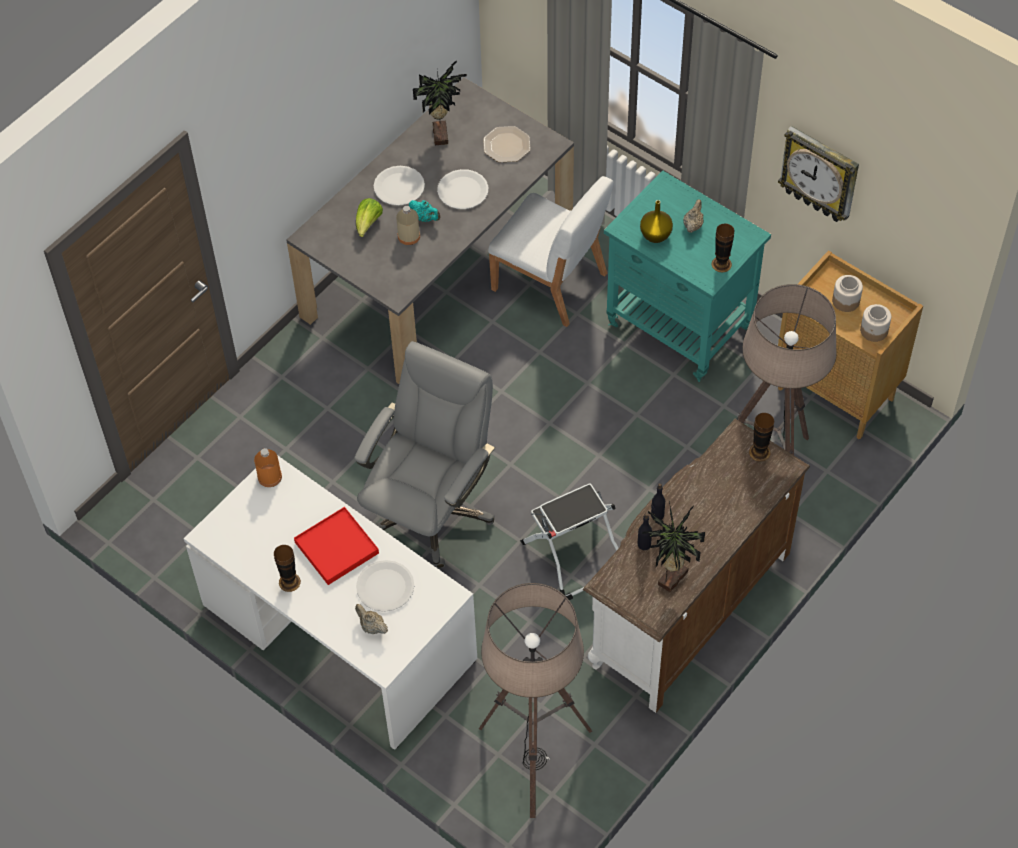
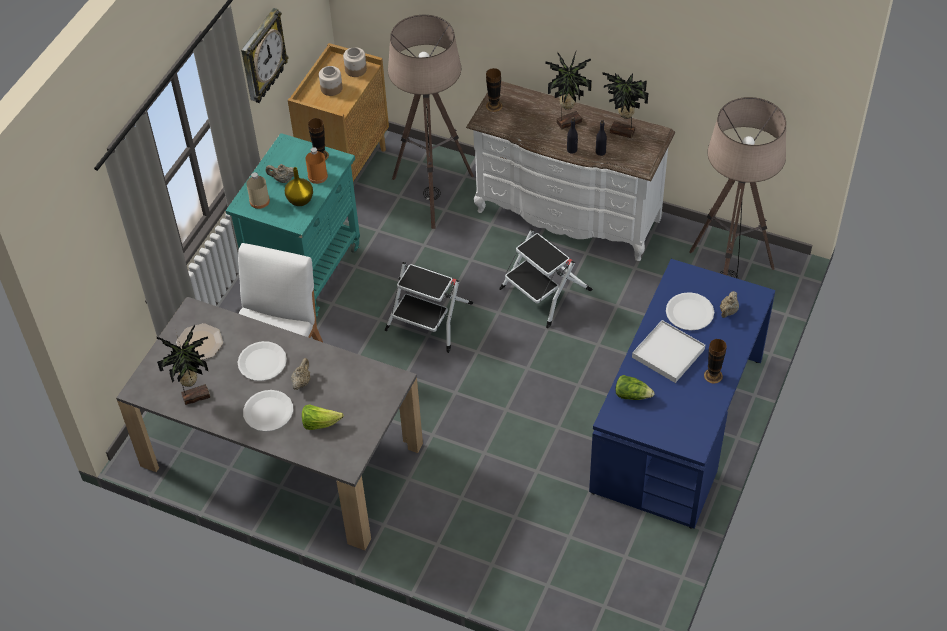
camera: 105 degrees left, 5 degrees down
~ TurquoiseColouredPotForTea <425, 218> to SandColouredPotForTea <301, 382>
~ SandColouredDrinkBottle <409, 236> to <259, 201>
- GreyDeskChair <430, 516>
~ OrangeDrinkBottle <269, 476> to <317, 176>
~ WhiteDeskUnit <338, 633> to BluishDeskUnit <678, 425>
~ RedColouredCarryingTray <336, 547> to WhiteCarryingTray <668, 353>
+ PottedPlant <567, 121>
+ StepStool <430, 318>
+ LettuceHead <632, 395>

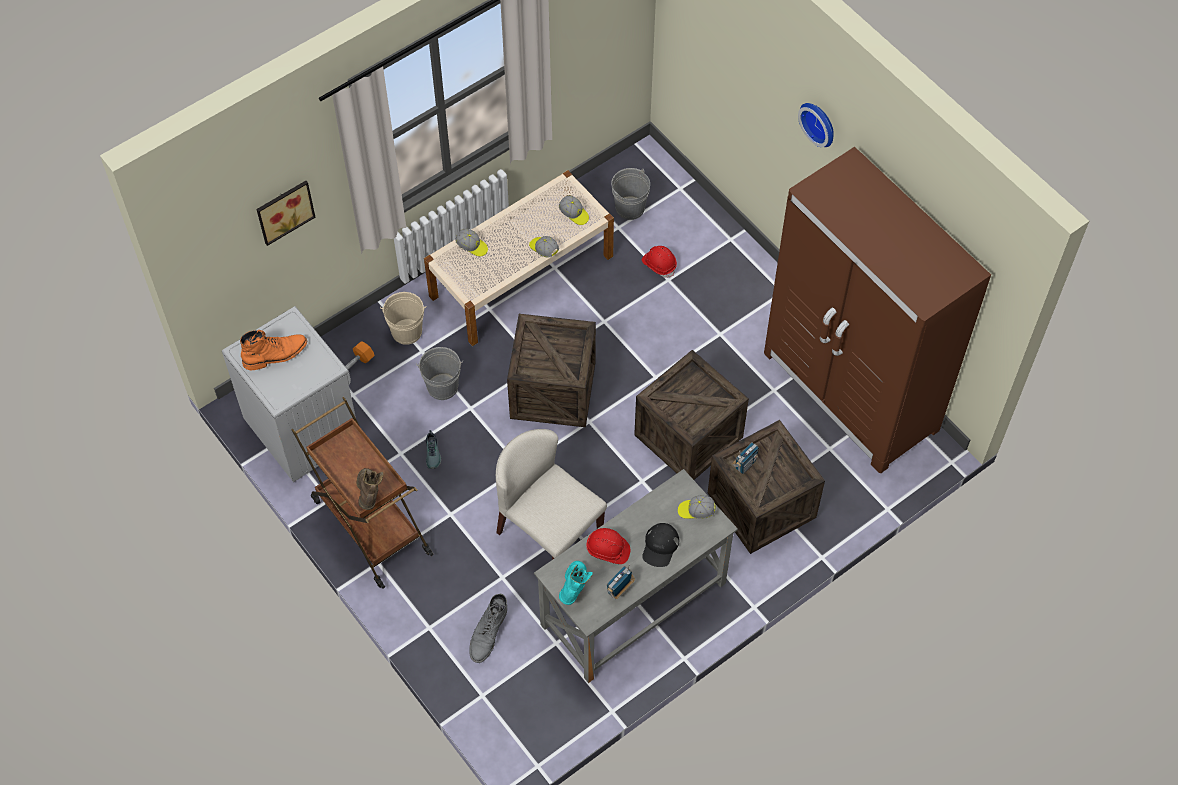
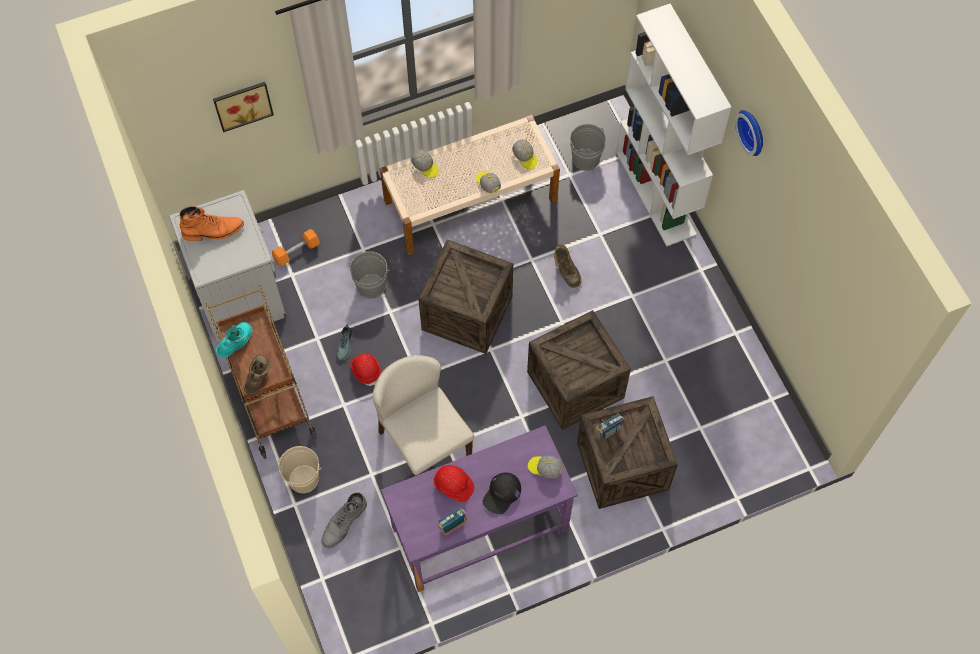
camera: 15 degrees right, 5 degrees up
- BrownStorageCabinet <849, 393>
~ RedColouredWorkHelmet <659, 264> to <366, 370>
~ SandColouredPail <407, 331> to <304, 479>
~ GreyDeskUnit <634, 605> to PurpleColouredDeskUnit <480, 530>
~ TurquoiseColouredBoot <574, 588> to <237, 345>
+ WhiteBookcase <656, 193>
+ BrownBoot <565, 271>

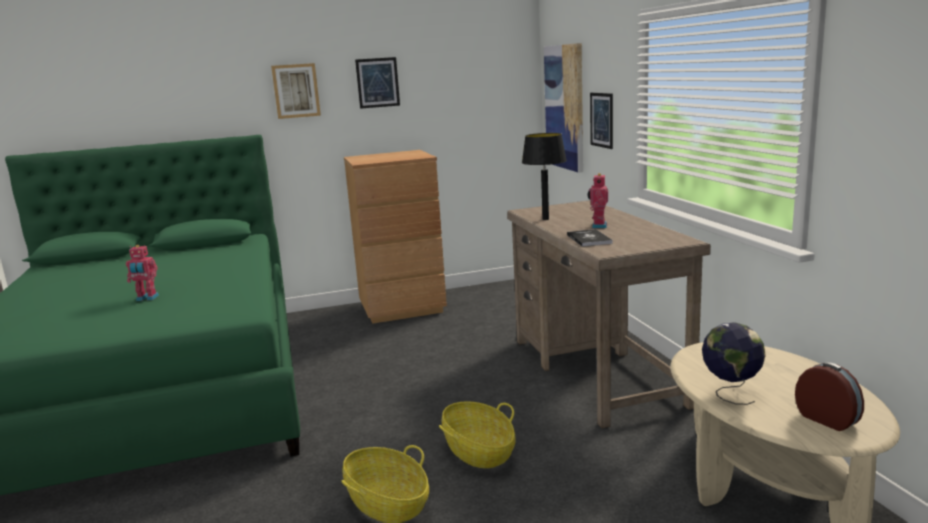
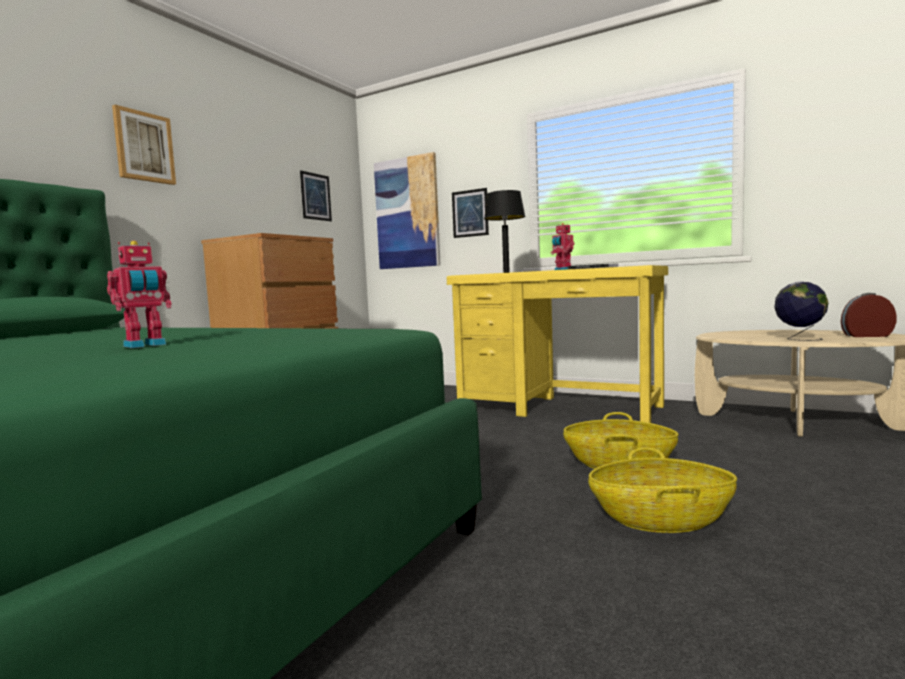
camera: 45 degrees left, 10 degrees down
~ Picture <377, 82> to <315, 196>
~ BrownDeskUnit <597, 371> to YellowColouredDeskUnit <559, 408>

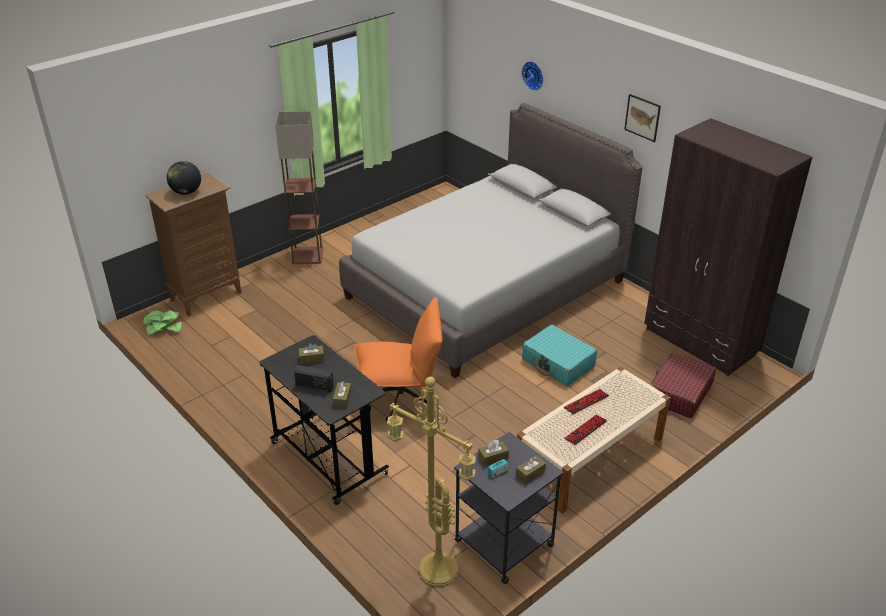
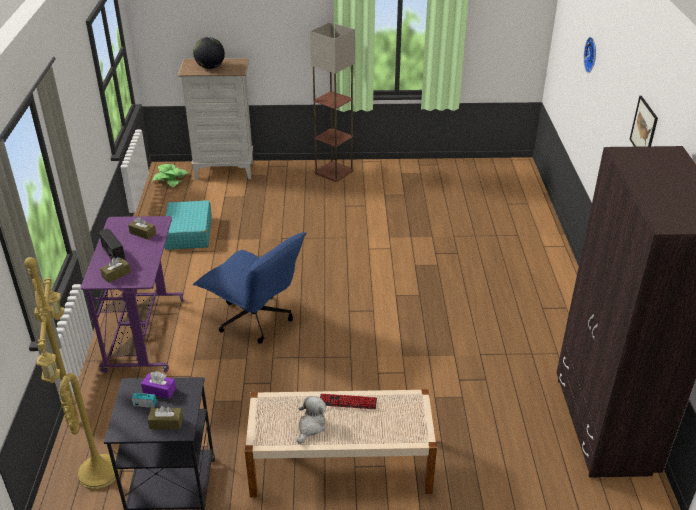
camera: 40 degrees right, 0 degrees up
- GreySleepingBed <486, 289>
~ BrownChestOfDrawers <208, 296> to WhiteChestOfDrawers <225, 171>
~ OrangeDeskChair <399, 398> to BluishDeskChair <253, 318>
~ TurquoiseColouredSuitcase <558, 363> to <188, 233>
~ BlackColouredDeskUnit <328, 458> to PurpleColouredDeskUnit <145, 334>
- RedColouredSuitcase <679, 393>
~ Keyboard <585, 430> to SoftToy <311, 426>
~ BrownBoxOfTissues <493, 457> to PurpleColouredBoxOfTissues <159, 390>

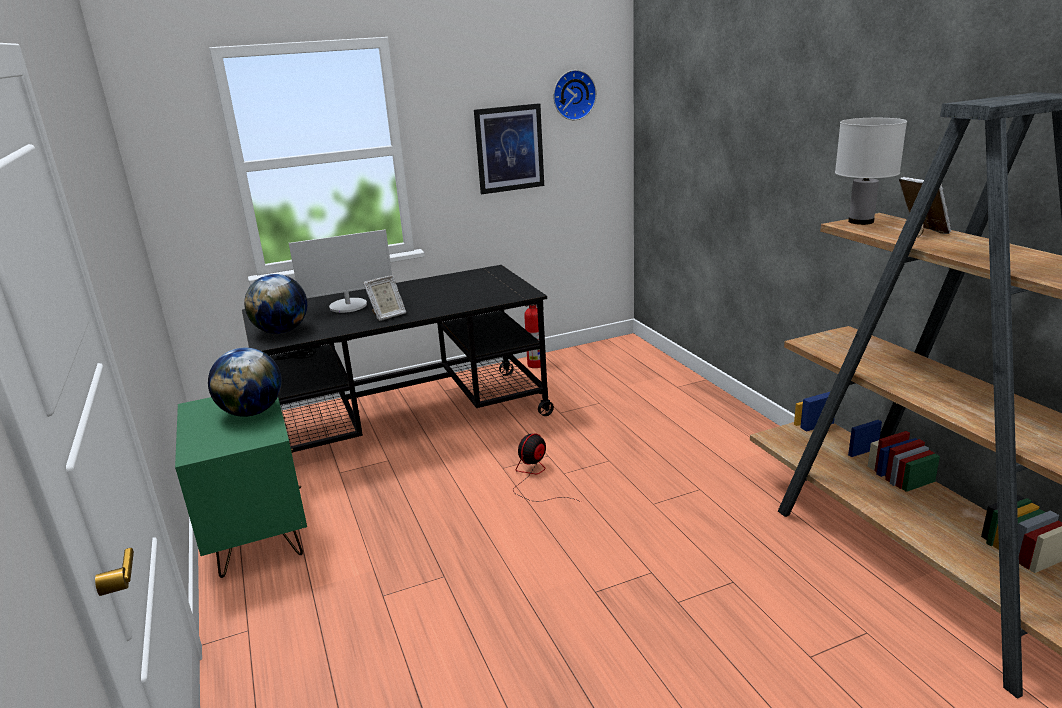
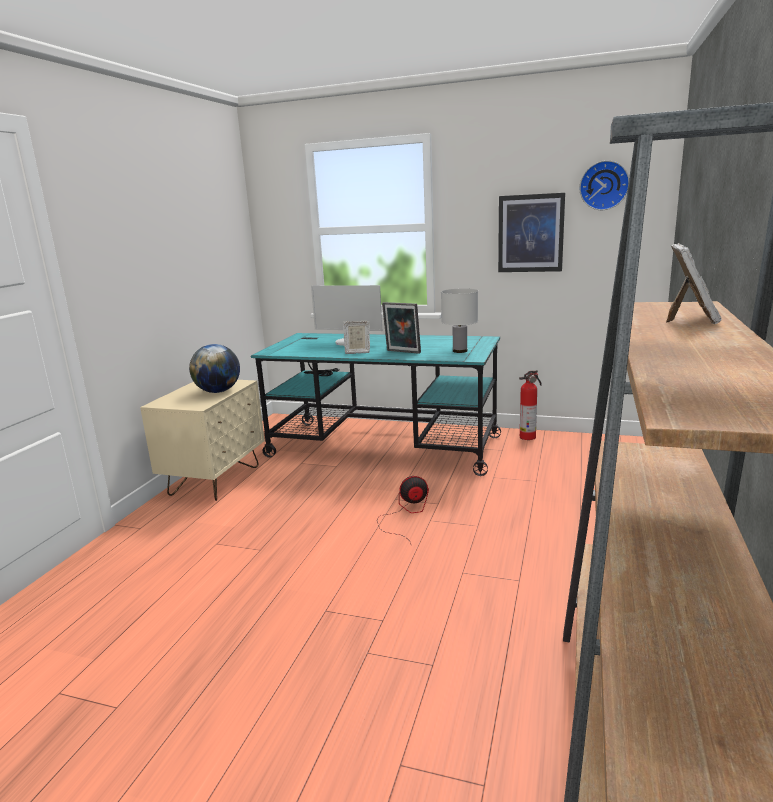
camera: 40 degrees right, 5 degrees down
~ WhiteTableLamp <861, 221> to <460, 351>
~ BlackColouredDeskUnit <408, 421> to TurquoiseColouredDeskUnit <383, 446>
- Globe <282, 331>
~ GreenNightTable <257, 535> to SandColouredNightTable <215, 480>
+ PhotoFrame <402, 352>

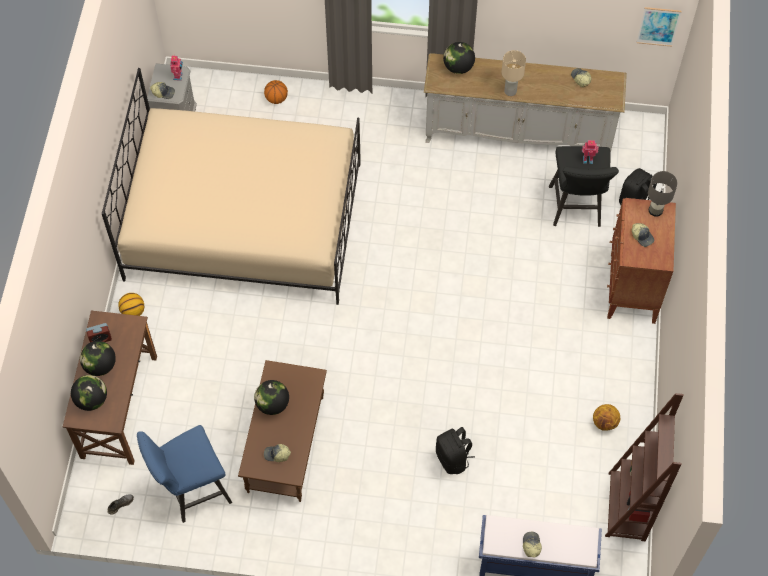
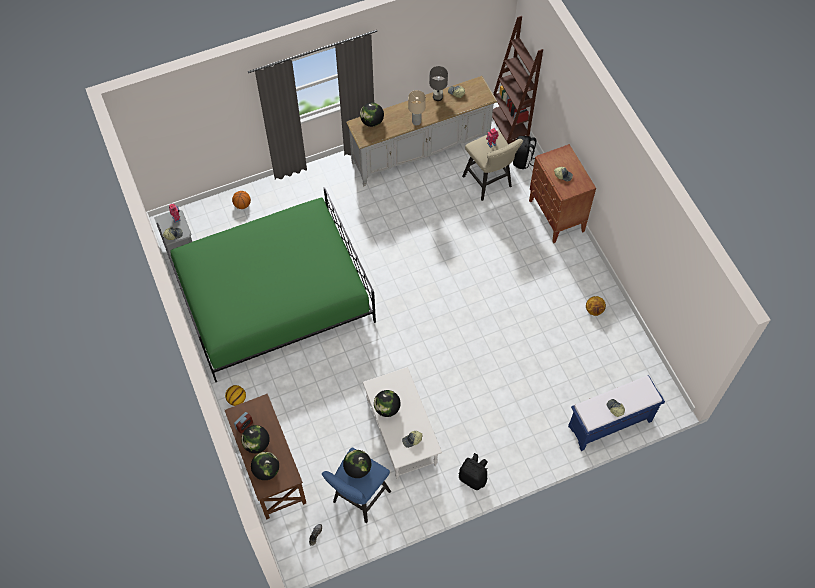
camera: 30 degrees left, 0 degrees up
- Picture <658, 26>
~ SandColouredSleepingBed <243, 220> to GreenSleepingBed <273, 298>
~ BlackColouredStool <576, 210> to SandColouredStool <489, 183>
~ GreyTableLamp <655, 210> to <437, 97>
~ BrownLoungeTable <286, 445> to WhiteLoungeTable <402, 433>
~ BrownBookcase <627, 506> to <508, 125>
~ BlackColouredBackpack <453, 459> to <473, 478>
+ Globe <357, 468>

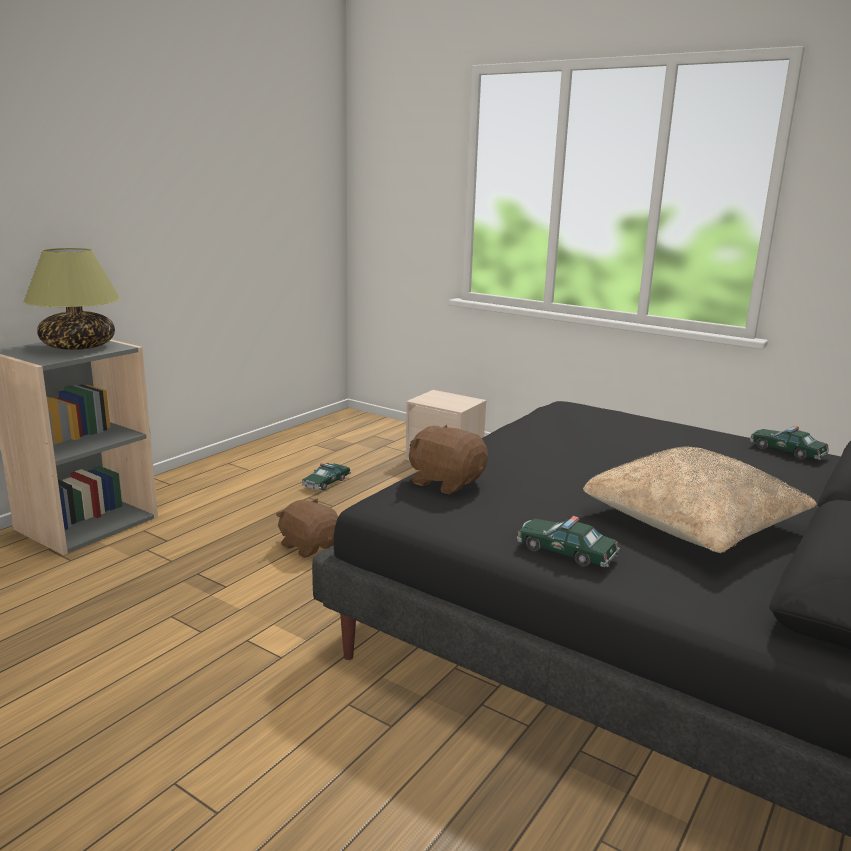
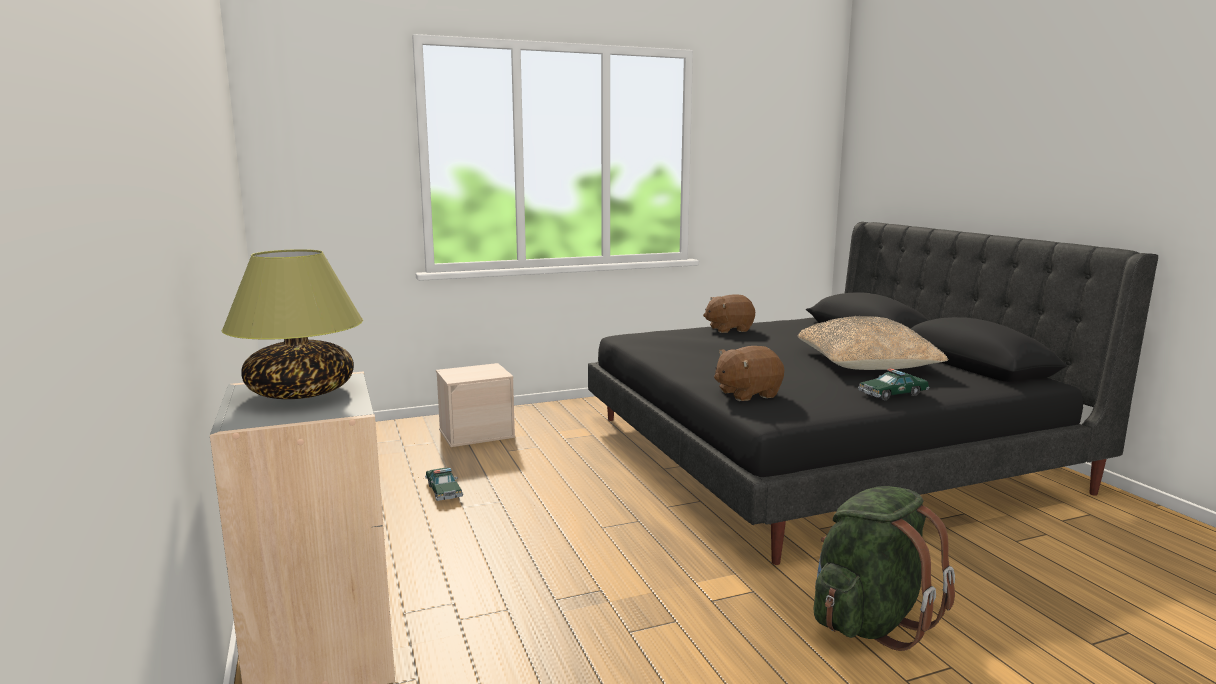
camera: 55 degrees left, 5 degrees down
- ToyCar <786, 451>
~ BrownSoftToy <309, 546> to <729, 329>
+ GreenBackpack <870, 621>

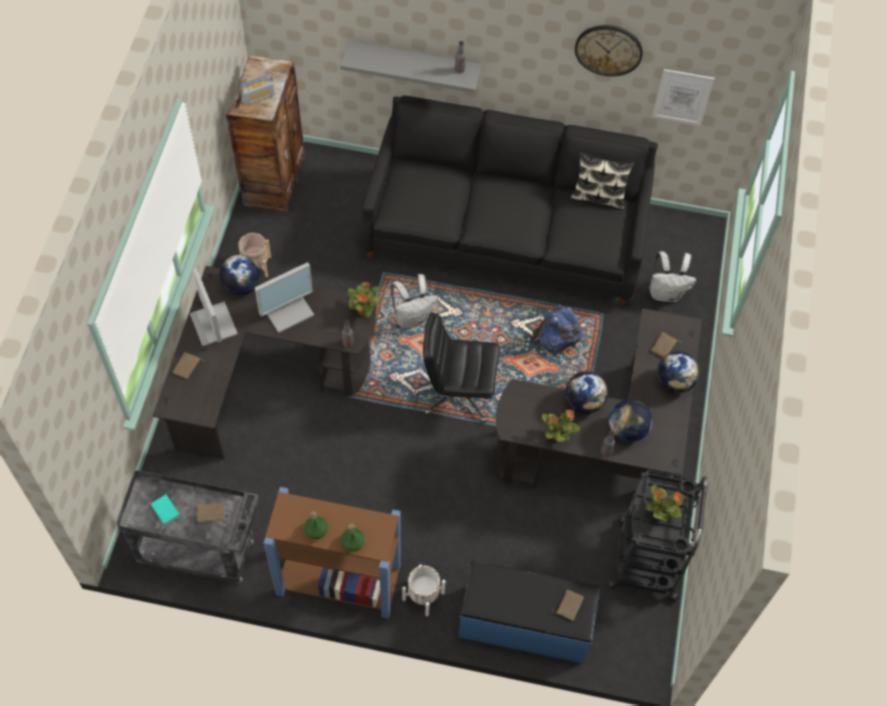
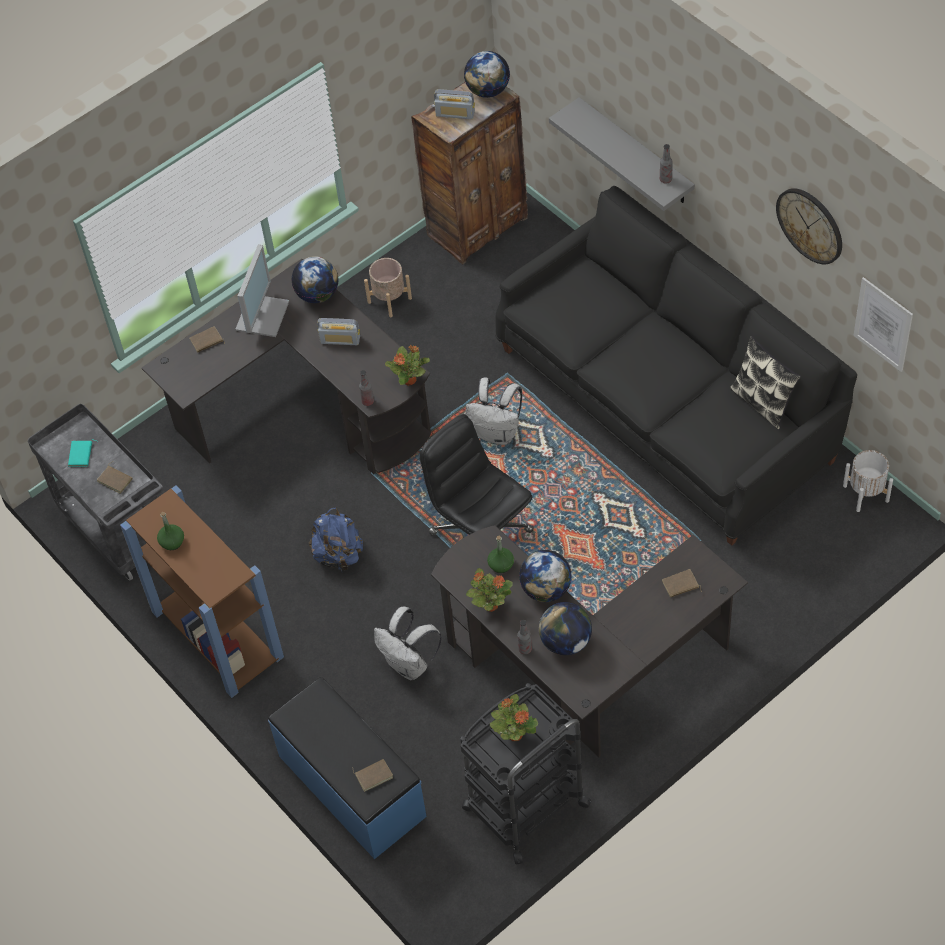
camera: 45 degrees right, 5 degrees down
~ WhiteBackpack <666, 293> to <409, 665>
~ ComputerScreen <288, 309> to RadioSet <340, 340>
~ BluishBackpack <556, 340> to <339, 555>
~ Globe <674, 382> to <487, 90>
~ GreenDrinkBottle <353, 543> to <501, 565>
~ WhitePlanter <423, 595> to <865, 493>

